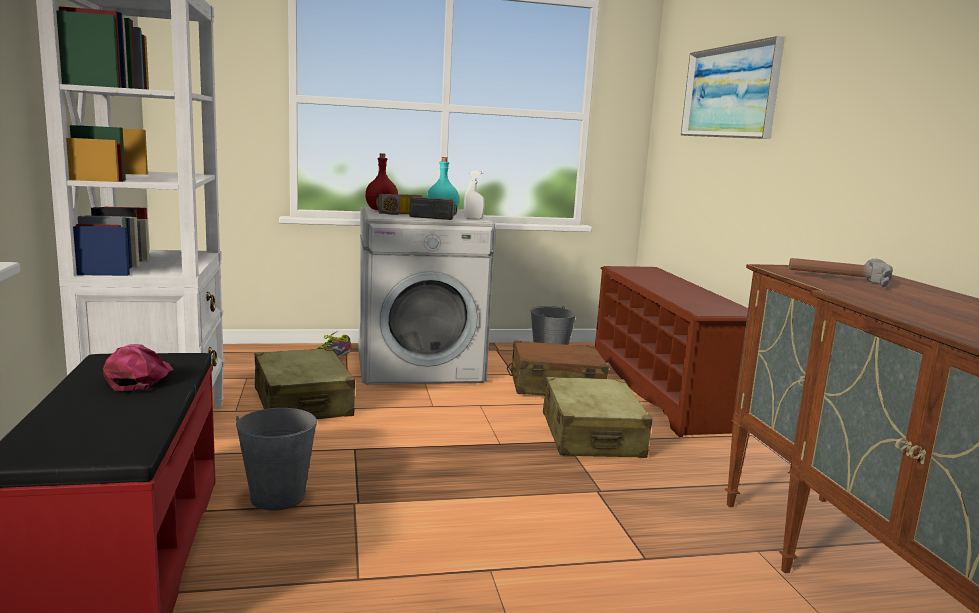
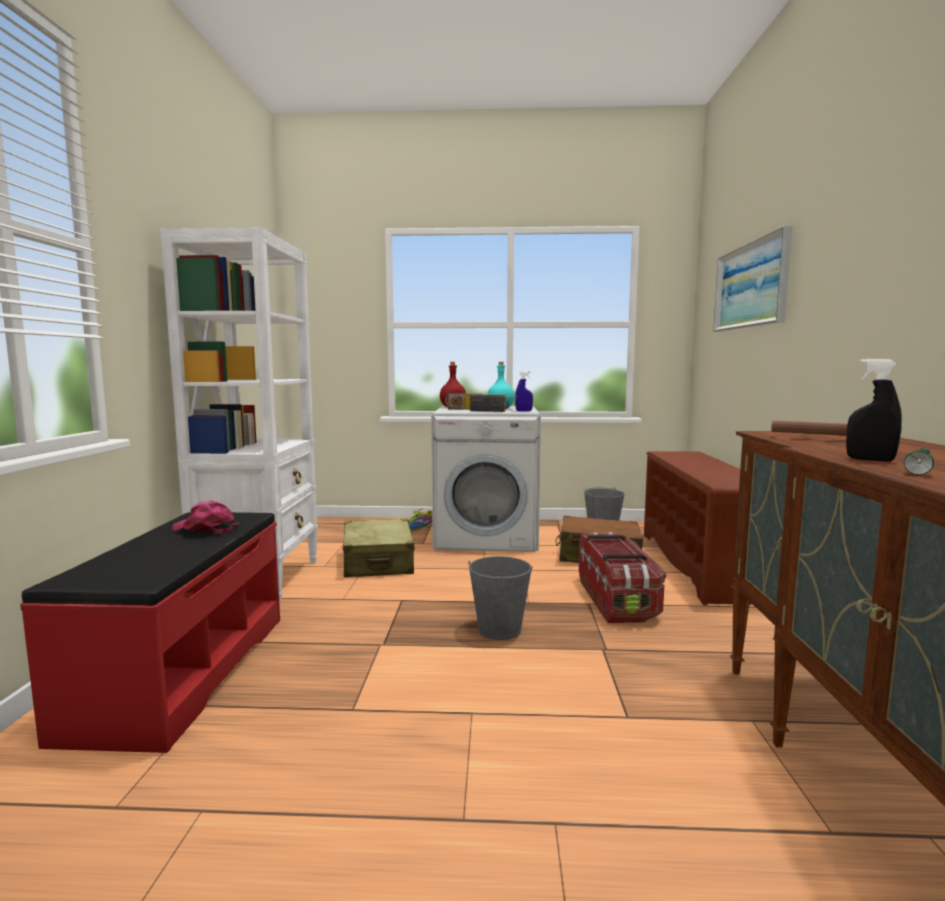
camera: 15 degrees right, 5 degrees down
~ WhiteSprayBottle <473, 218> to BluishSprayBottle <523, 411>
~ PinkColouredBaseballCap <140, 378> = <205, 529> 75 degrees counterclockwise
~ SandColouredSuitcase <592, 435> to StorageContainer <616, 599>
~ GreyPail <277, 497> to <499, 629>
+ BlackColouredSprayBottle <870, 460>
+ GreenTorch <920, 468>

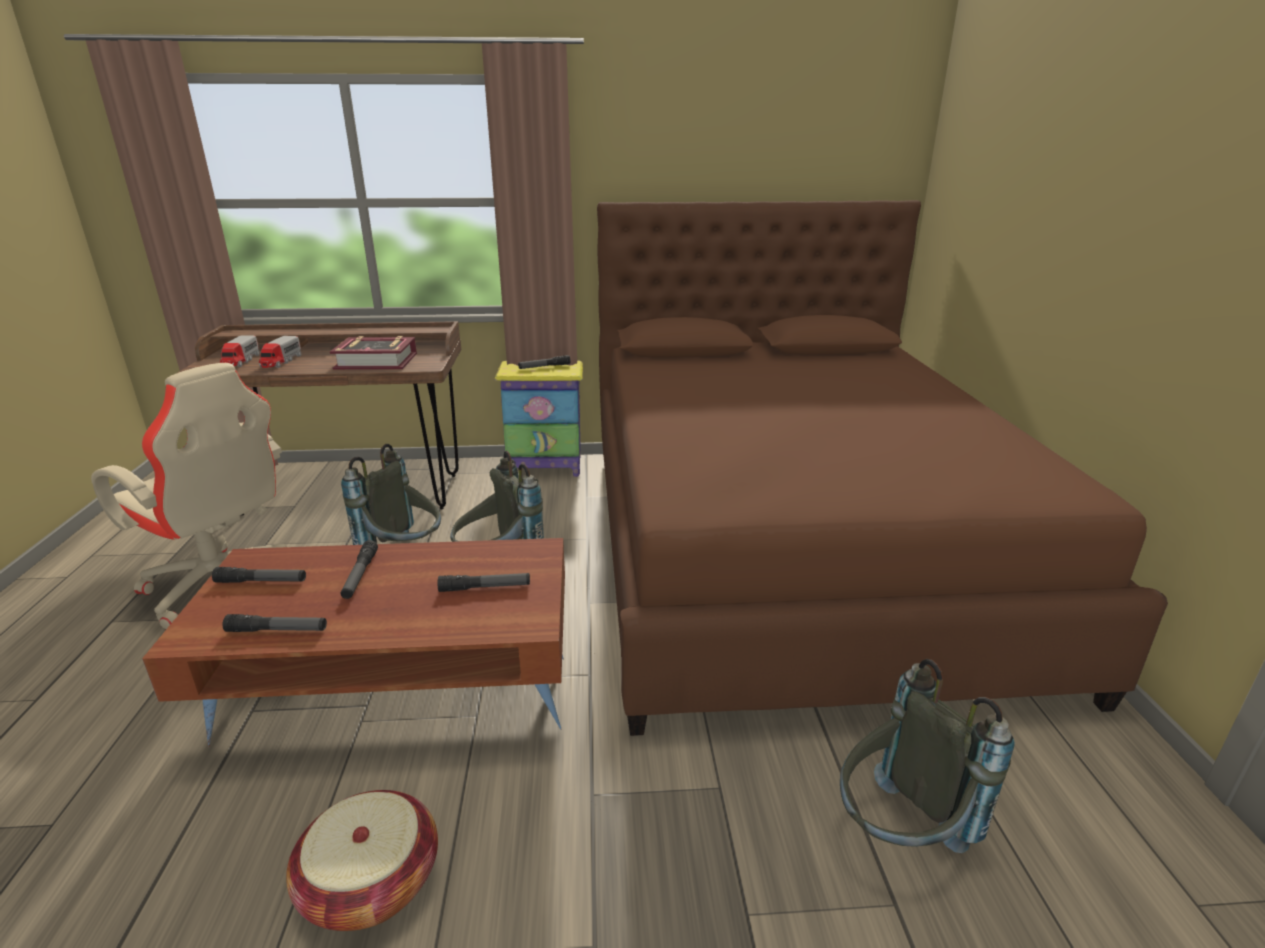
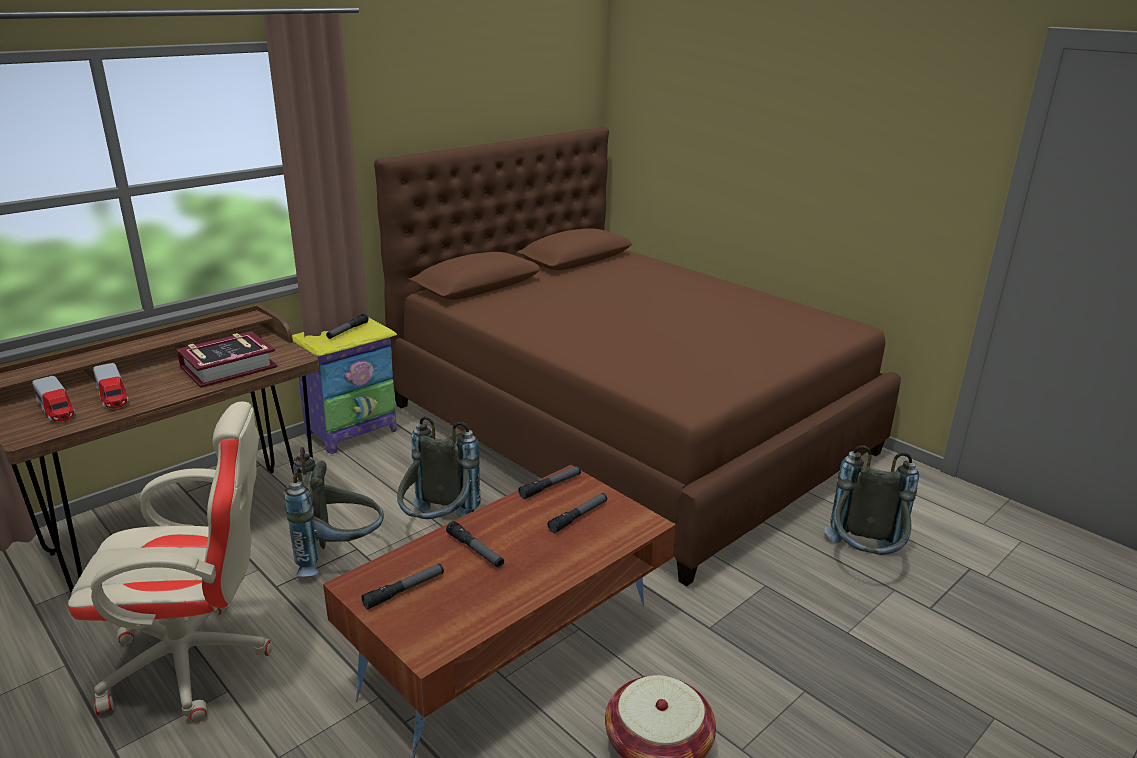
camera: 40 degrees left, 0 degrees up
~ Torch <277, 630> to <550, 486>

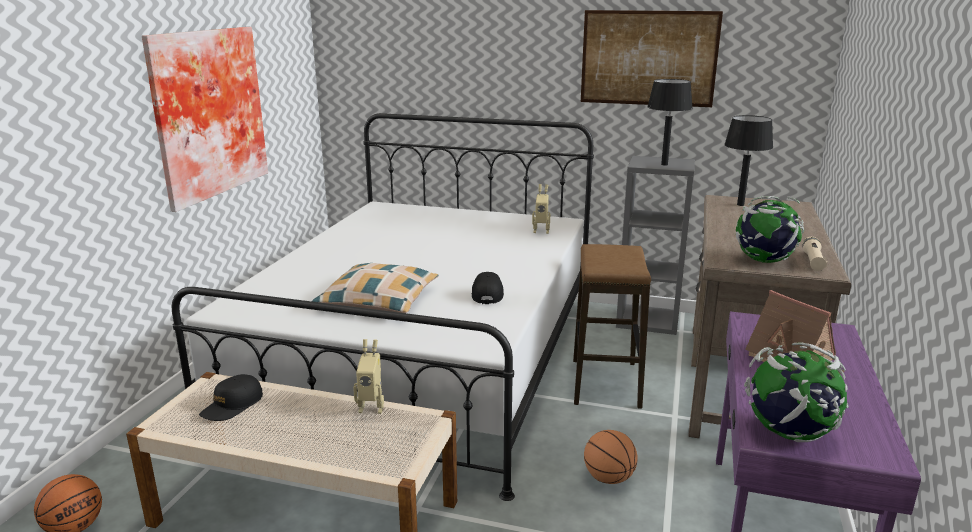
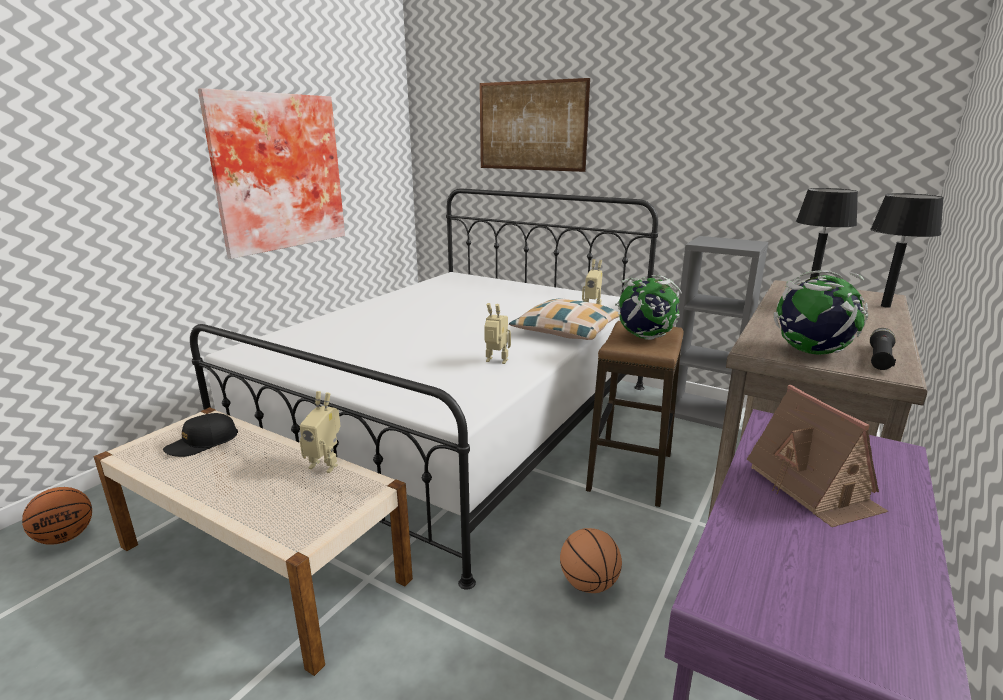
camera: 15 degrees right, 0 degrees up
~ Picture <648, 58> to <531, 126>
~ BlackColouredTableLamp <664, 164> to <885, 306>
~ SandColouredTorch <812, 261> to BlackColouredTorch <879, 358>
~ Cushion <378, 300> to <566, 330>
~ BlackColouredBaseballCap <487, 294> to RobotFigure <496, 362>
~ Globe <788, 433> to <645, 337>

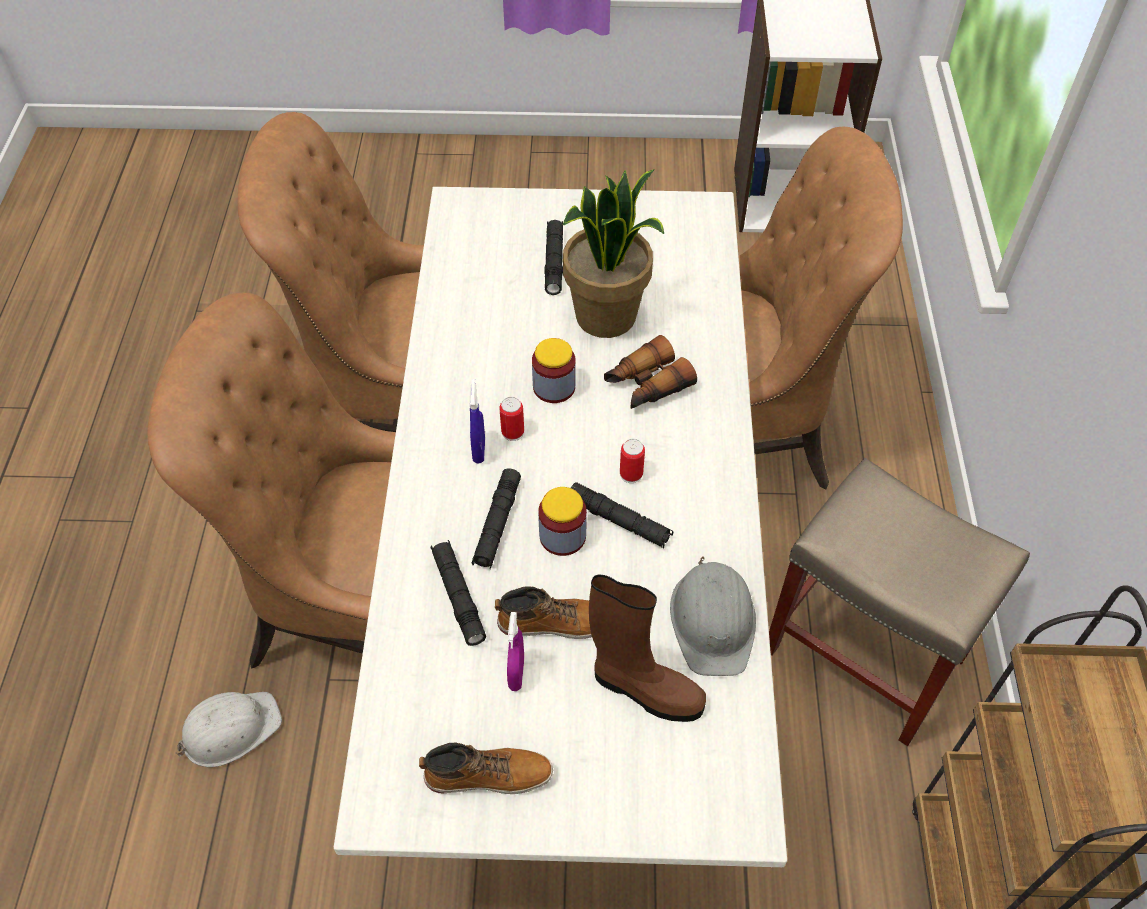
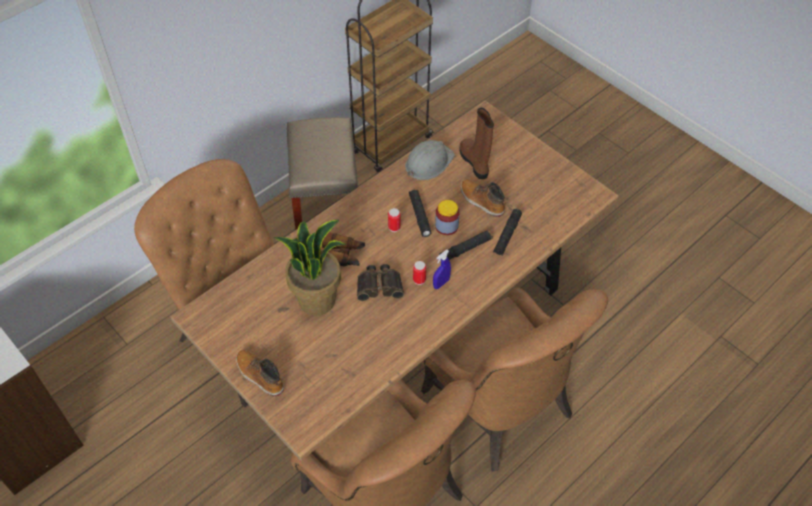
camera: 135 degrees left, 0 degrees up
~ WhiteDinnerTable <572, 591> to BrownDinnerTable <405, 331>
- BlackColouredTorch <554, 262>
~ StorageJar <554, 387> to FieldGlasses <379, 285>
- PurpleColouredSprayBottle <516, 674>
- WhiteWorkHelmet <230, 729>
~ Boot <488, 775> to <259, 376>

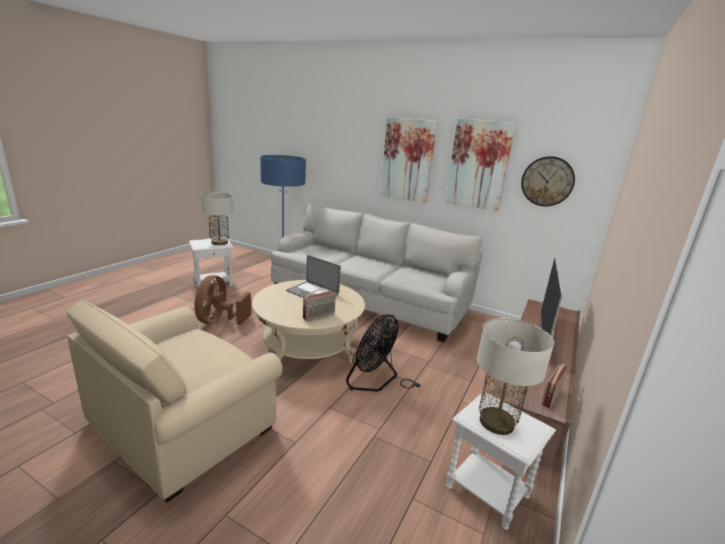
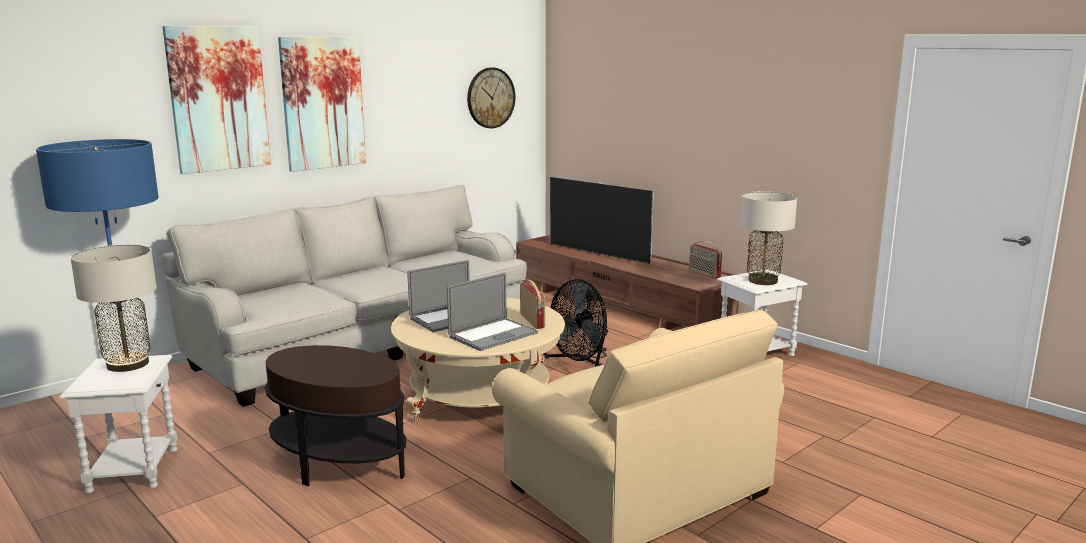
camera: 70 degrees left, 5 degrees down
~ Picture <478, 164> to <218, 99>
~ BrownCoolingFan <219, 321> to BrownEndTable <339, 463>
+ NotebookComputer <493, 335>

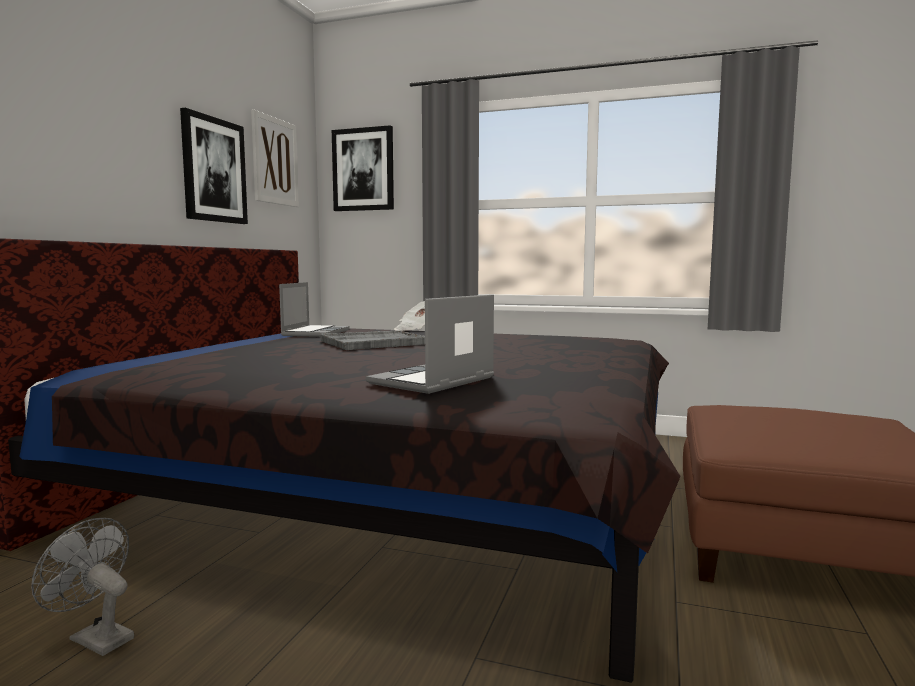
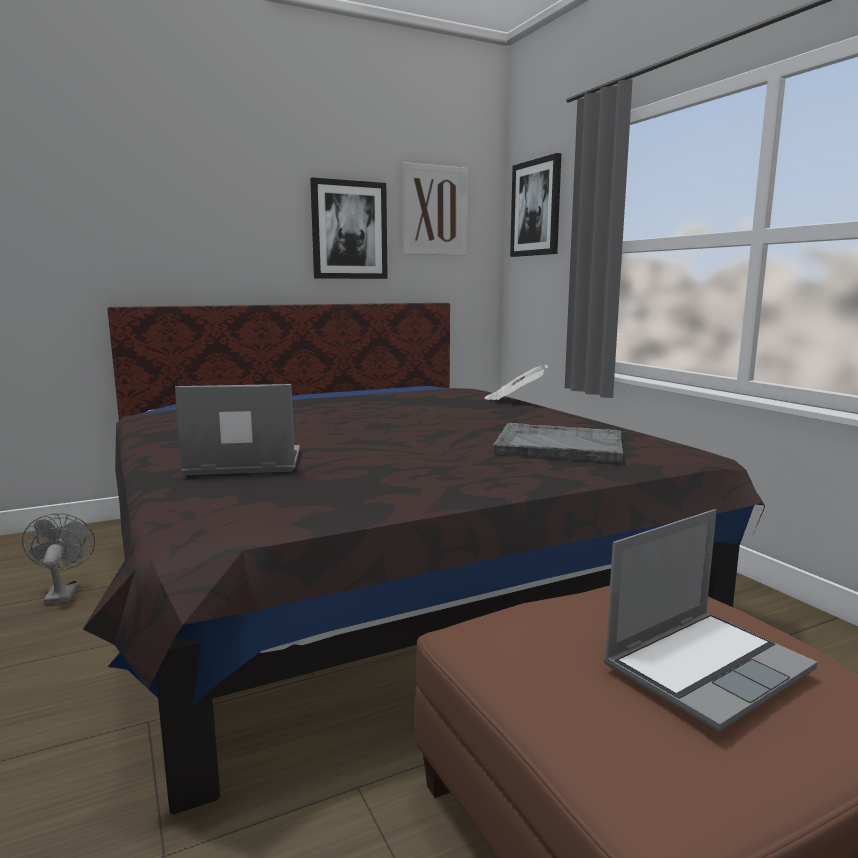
camera: 45 degrees right, 5 degrees up
~ NotebookComputer <315, 333> to <706, 667>
~ GreyCarryingTray <374, 342> to <558, 445>

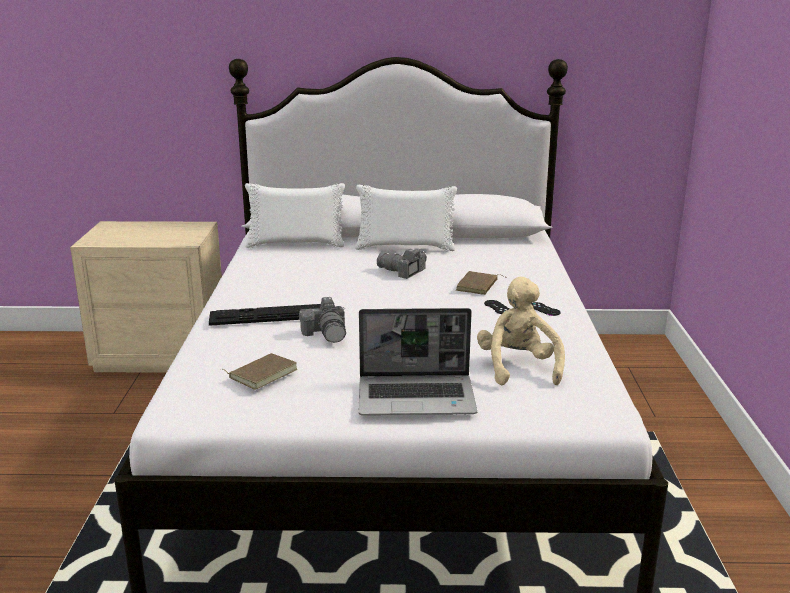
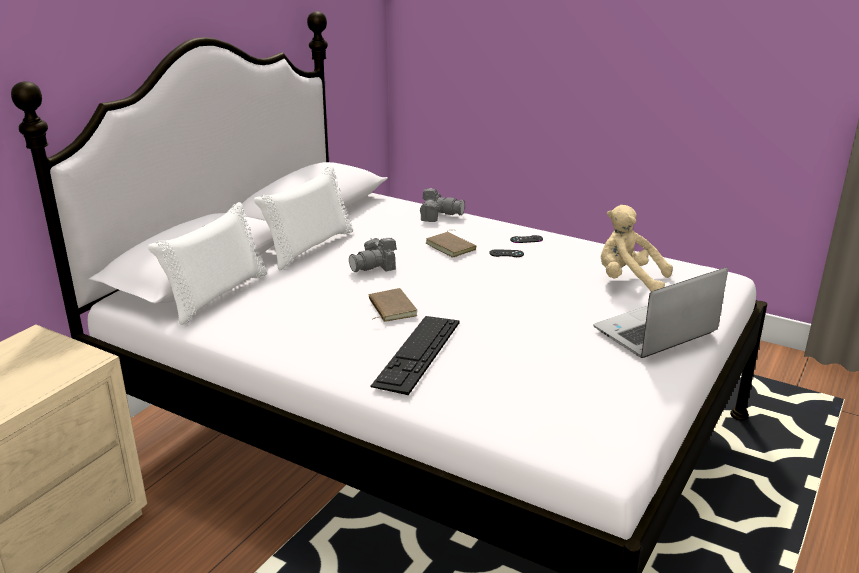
camera: 60 degrees left, 5 degrees up
~ StillCamera <327, 333> to <439, 215>
~ NotebookComputer <417, 397> = <654, 332> 150 degrees counterclockwise
~ BrownVolume <262, 373> to <390, 308>

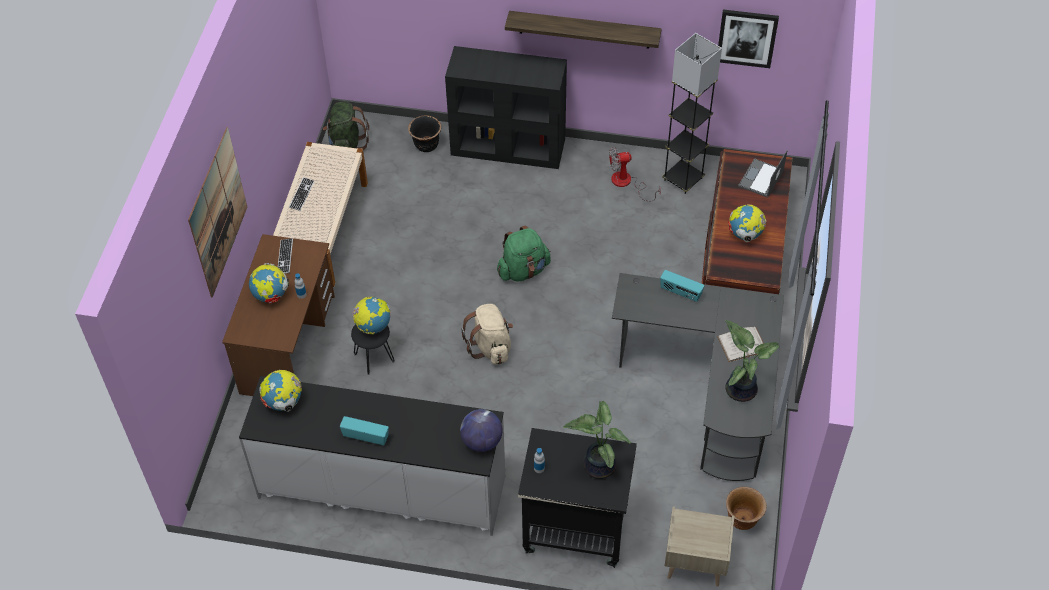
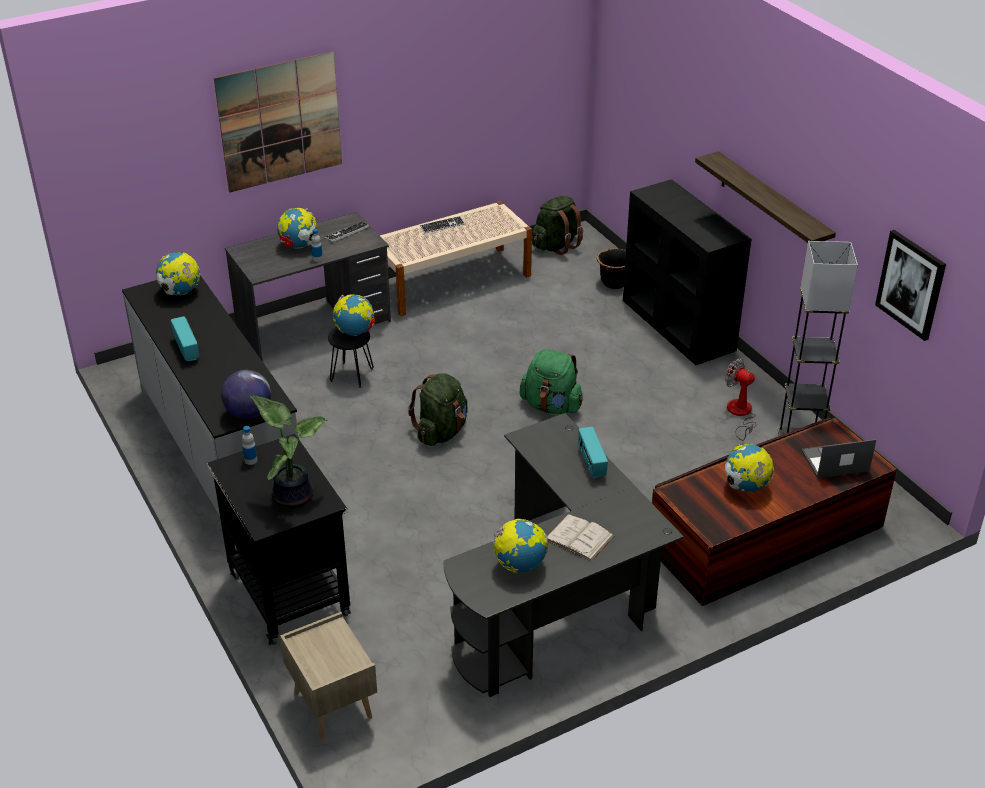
camera: 50 degrees right, 15 degrees down
~ BrownDeskUnit <288, 344> to GreyDeskUnit <314, 325>
~ SandColouredBackpack <490, 346> to GreenBackpack <441, 432>
~ PottedPlant <741, 388> to Globe <520, 565>
- BrownPlanter <742, 520>

